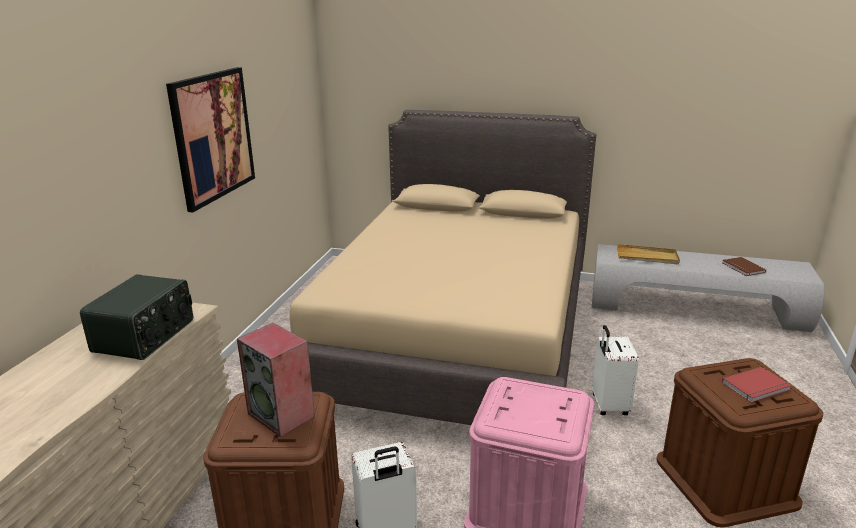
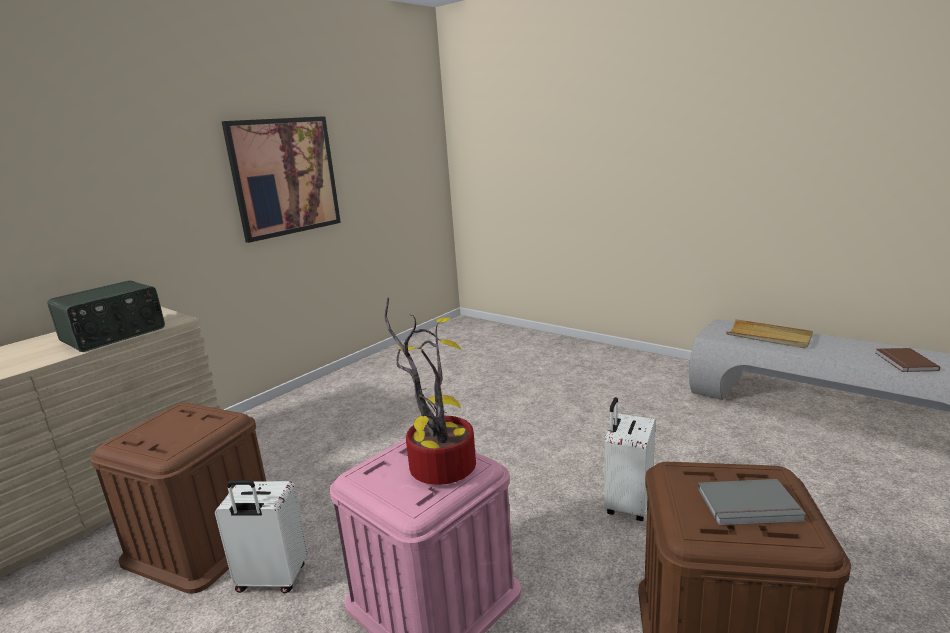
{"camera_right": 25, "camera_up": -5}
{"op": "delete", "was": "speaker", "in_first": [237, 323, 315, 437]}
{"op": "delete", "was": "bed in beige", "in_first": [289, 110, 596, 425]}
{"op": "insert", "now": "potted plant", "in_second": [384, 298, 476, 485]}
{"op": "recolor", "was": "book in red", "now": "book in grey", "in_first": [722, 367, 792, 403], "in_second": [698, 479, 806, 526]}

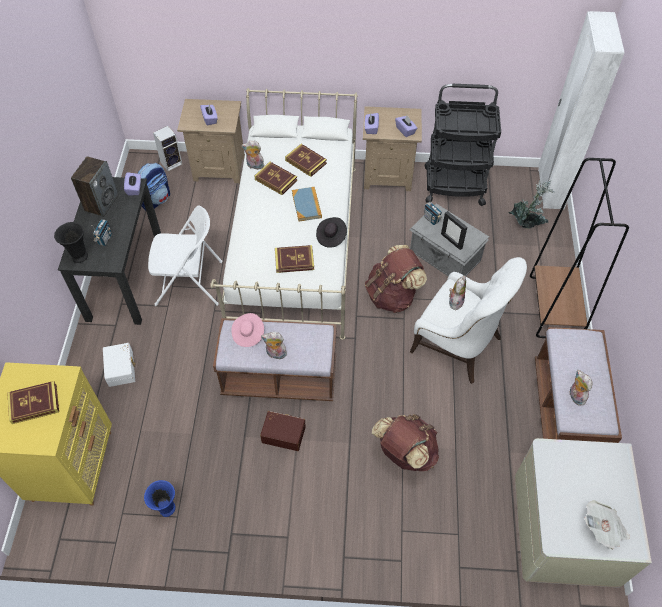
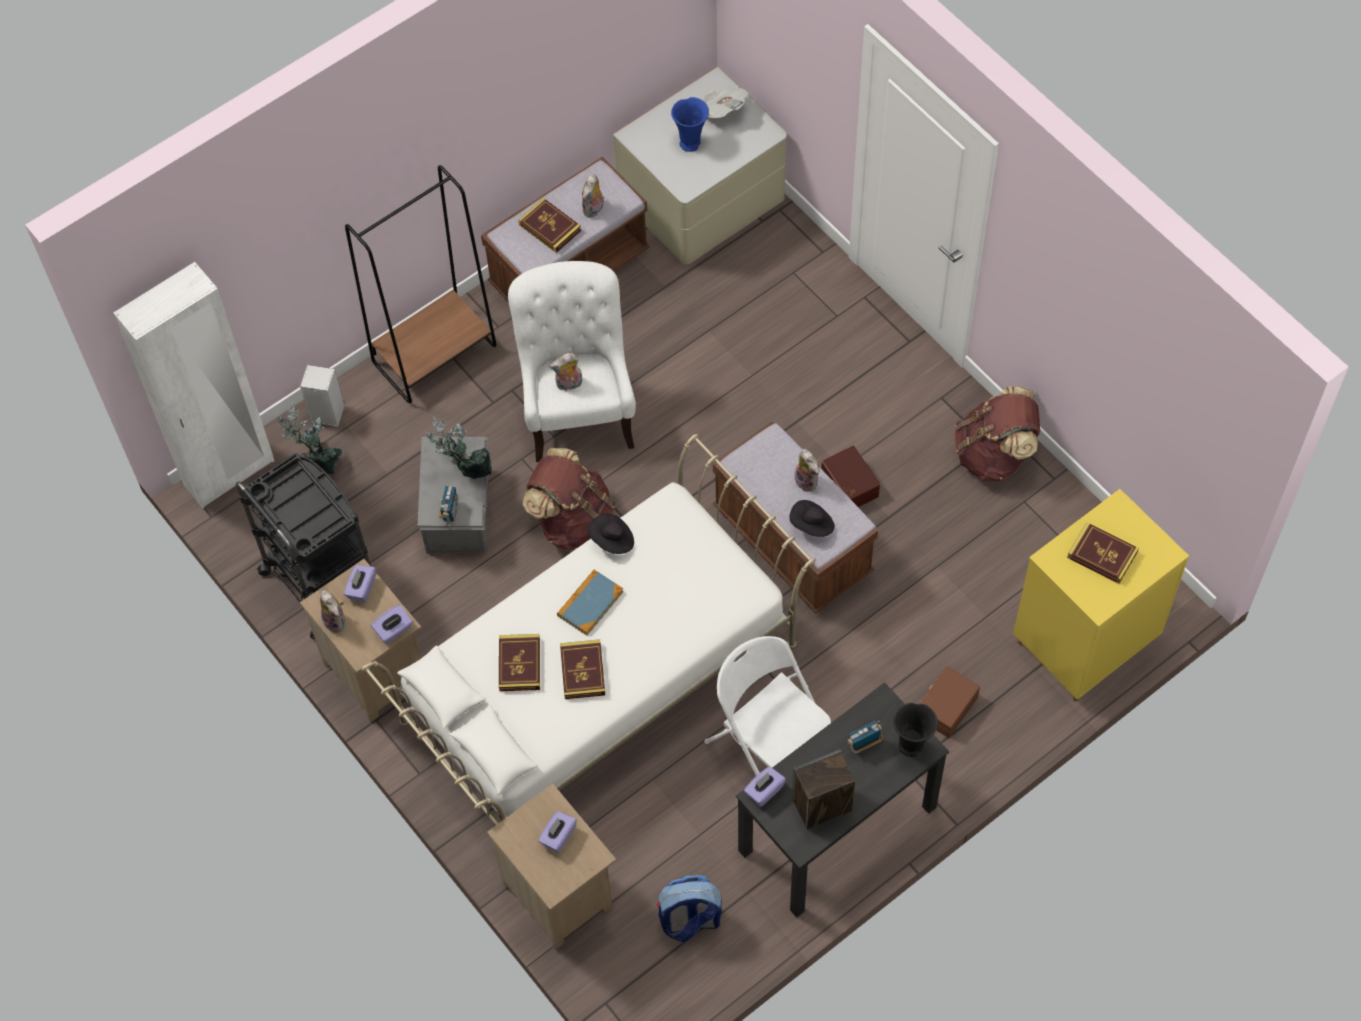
{"camera_right": -130, "camera_up": 5}
{"op": "move", "was": "vase in blue", "in_first": [144, 480, 175, 517], "in_second": [671, 97, 709, 152]}
{"op": "move", "was": "speaker", "in_first": [153, 126, 182, 171], "in_second": [300, 365, 345, 427]}
{"op": "move", "was": "plush toy", "in_first": [242, 141, 264, 169], "in_second": [320, 590, 345, 633]}
{"op": "move", "was": "book", "in_first": [275, 245, 314, 273], "in_second": [519, 198, 581, 253]}
{"op": "move", "was": "backpack in brown", "in_first": [372, 414, 439, 471], "in_second": [955, 386, 1040, 482]}
{"op": "replace", "was": "picture frame", "now": "potted plant", "in_first": [441, 211, 467, 250], "in_second": [425, 416, 492, 479]}
{"op": "recolor", "was": "storage box in white", "now": "storage box in brown", "in_first": [103, 343, 136, 387], "in_second": [920, 667, 980, 738]}
{"op": "recolor", "was": "hat in pink", "now": "hat in black", "in_first": [231, 313, 264, 347], "in_second": [789, 500, 835, 537]}

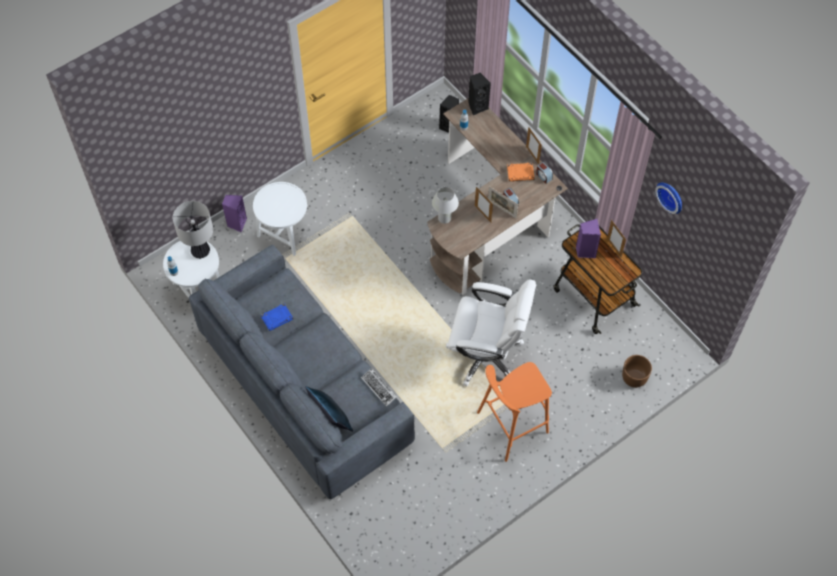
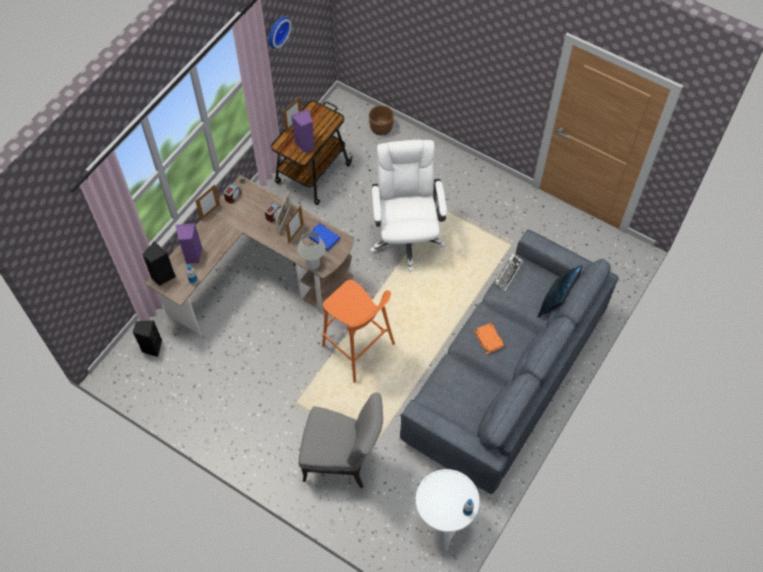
{"camera_right": -110, "camera_up": 0}
{"op": "delete", "was": "table lamp", "in_first": [173, 201, 213, 259]}
{"op": "move", "was": "speaker in purple", "in_first": [222, 195, 247, 232], "in_second": [175, 223, 202, 264]}
{"op": "move", "was": "book in blue", "in_first": [261, 303, 293, 331], "in_second": [308, 223, 340, 252]}
{"op": "move", "was": "stool in orange", "in_first": [477, 362, 552, 462], "in_second": [322, 280, 395, 383]}
{"op": "move", "was": "book in orange", "in_first": [507, 163, 535, 181], "in_second": [474, 323, 505, 354]}
{"op": "replace", "was": "side table in white", "now": "chair in grey", "in_first": [253, 182, 307, 256], "in_second": [299, 392, 383, 489]}

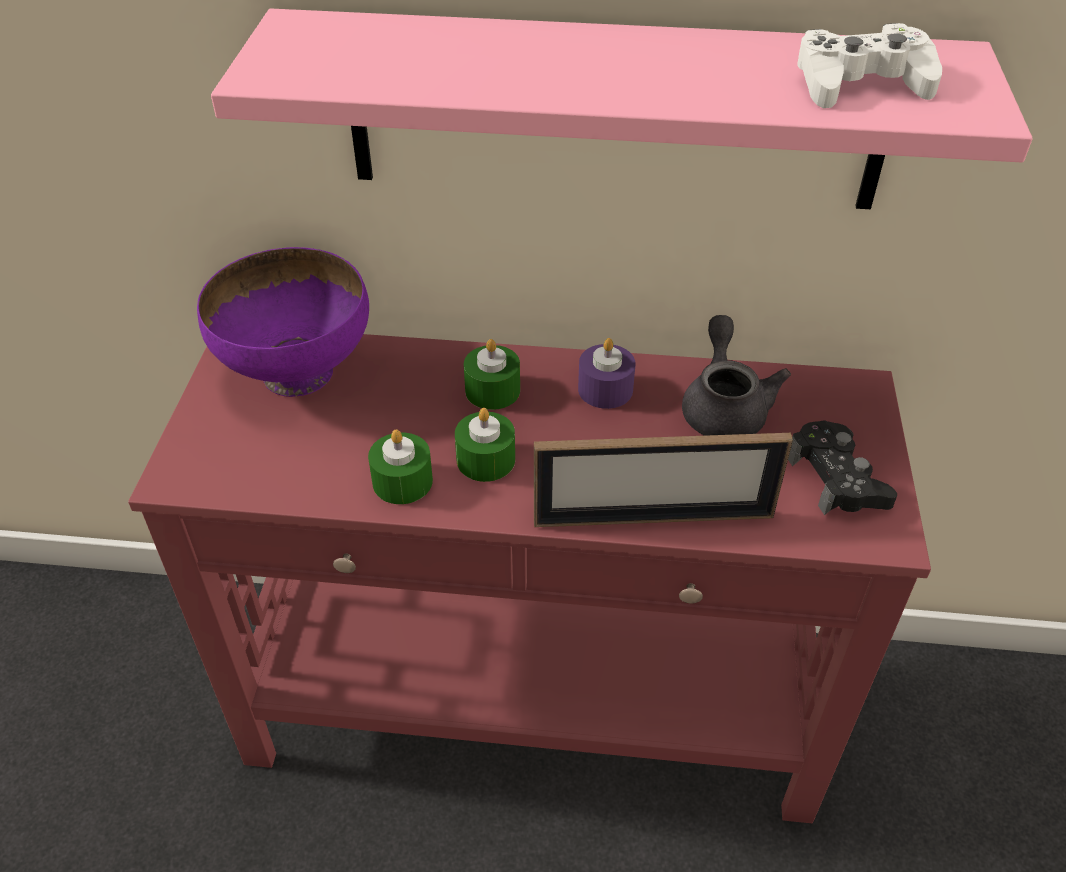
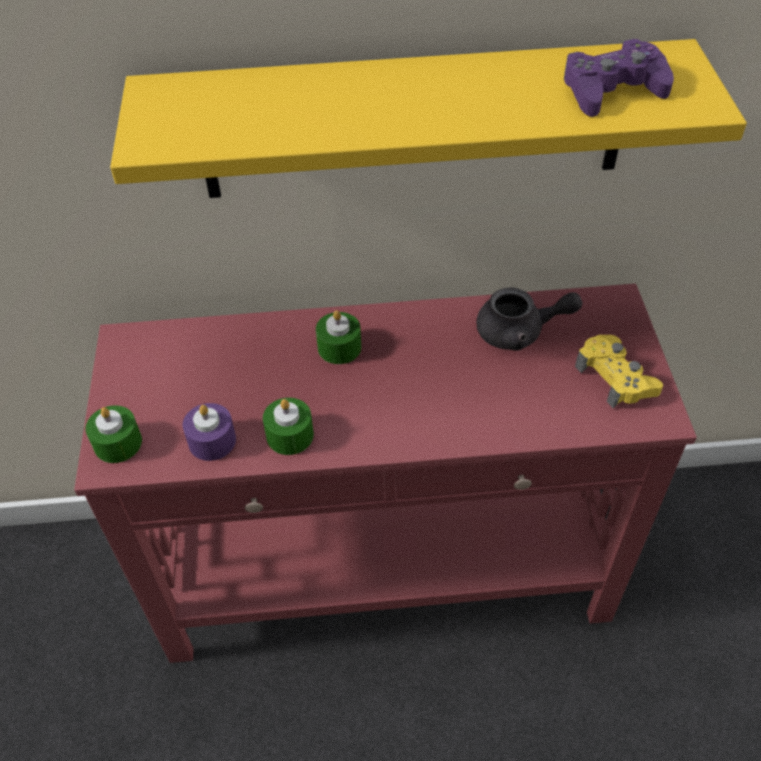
{"camera_right": -10, "camera_up": 5}
{"op": "delete", "was": "bowl in purple", "in_first": [197, 247, 369, 397]}
{"op": "delete", "was": "picture frame", "in_first": [534, 433, 793, 527]}
{"op": "move", "was": "candle in green", "in_first": [455, 408, 515, 482], "in_second": [85, 405, 142, 463]}
{"op": "move", "was": "candle in purple", "in_first": [578, 338, 636, 409], "in_second": [183, 403, 236, 461]}
{"op": "recolor", "was": "shelf in pink", "now": "shelf in yellow", "in_first": [211, 9, 1033, 209], "in_second": [110, 39, 747, 198]}
{"op": "recolor", "was": "game controller in black", "now": "game controller in yellow", "in_first": [788, 420, 897, 515], "in_second": [575, 335, 663, 408]}
{"op": "recolor", "was": "game controller in white", "now": "game controller in purple", "in_first": [798, 23, 942, 108], "in_second": [564, 39, 674, 117]}
{"op": "rotate", "was": "teapot in grey", "in_first": [682, 315, 791, 436], "in_second": [476, 287, 583, 351], "clockwise": 105}

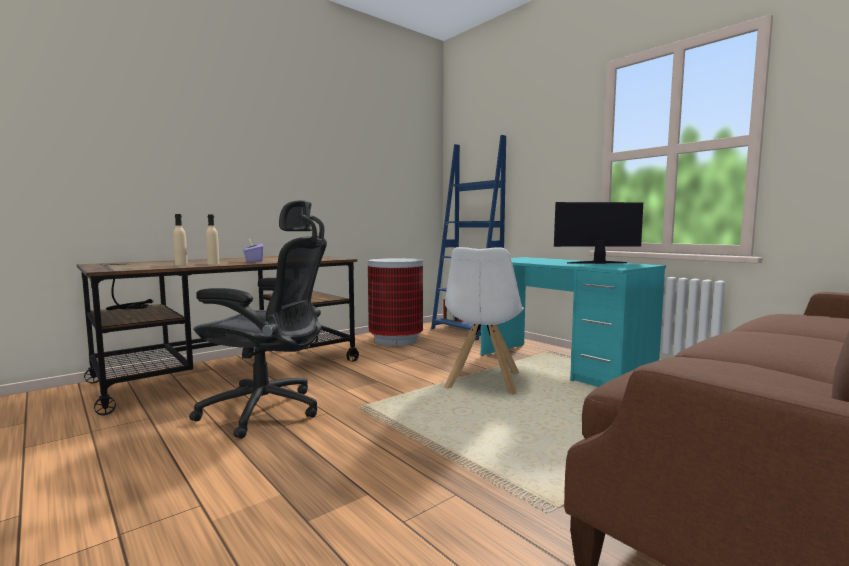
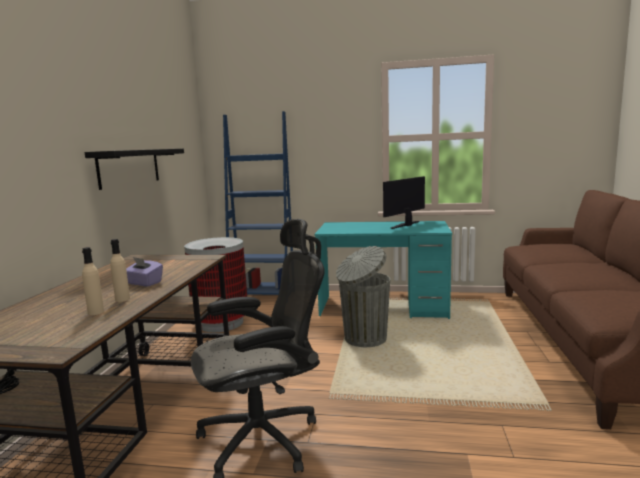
{"camera_right": -40, "camera_up": 5}
{"op": "insert", "now": "shelf in black", "in_second": [84, 149, 184, 190]}
{"op": "replace", "was": "chair in white", "now": "trash can in grey", "in_first": [444, 247, 524, 395], "in_second": [336, 246, 390, 347]}

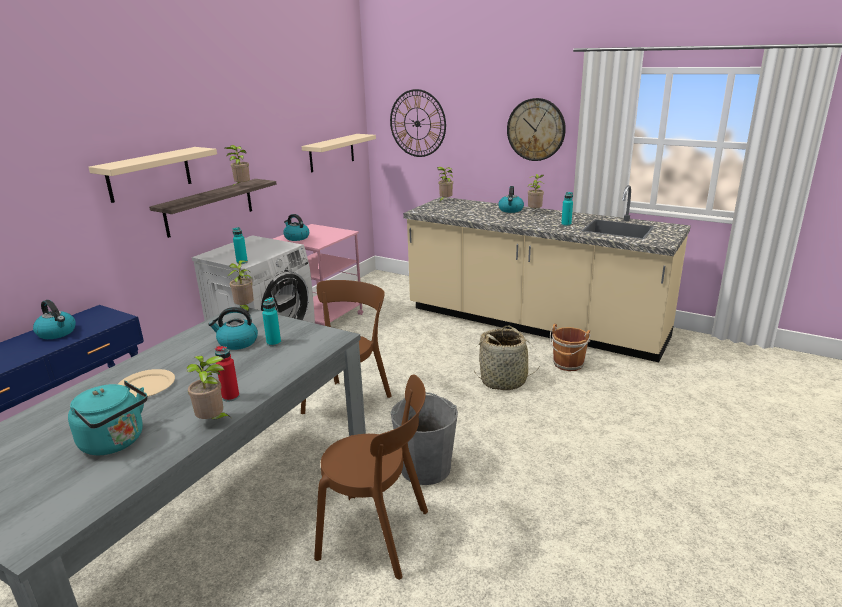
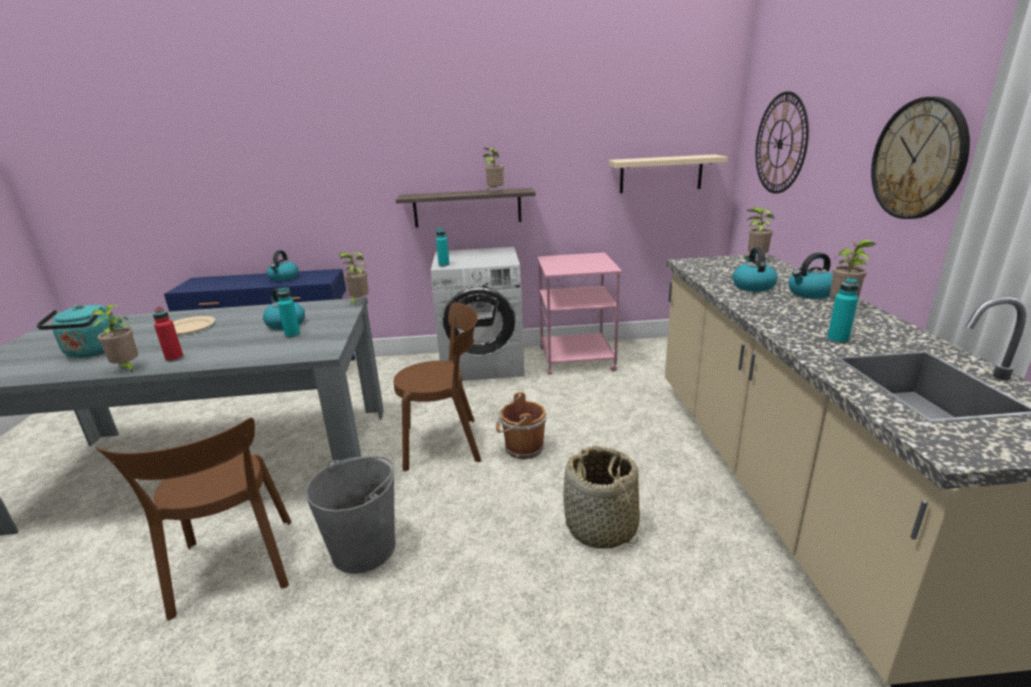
{"camera_right": 55, "camera_up": 0}
{"op": "delete", "was": "shelf in beige", "in_first": [88, 147, 217, 203]}
{"op": "move", "was": "kettle", "in_first": [283, 214, 309, 241], "in_second": [732, 248, 778, 292]}
{"op": "move", "was": "bucket in brown", "in_first": [550, 324, 591, 371], "in_second": [496, 392, 546, 459]}

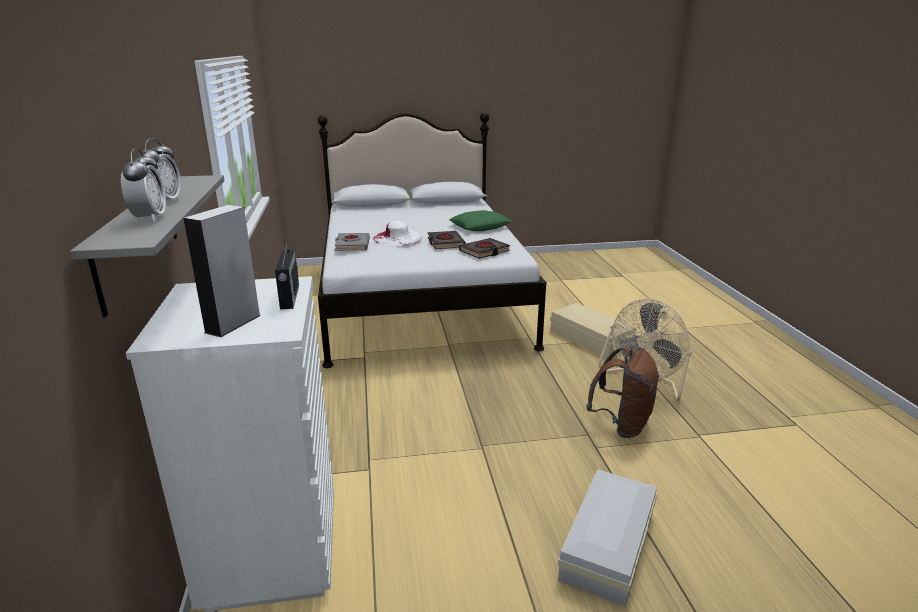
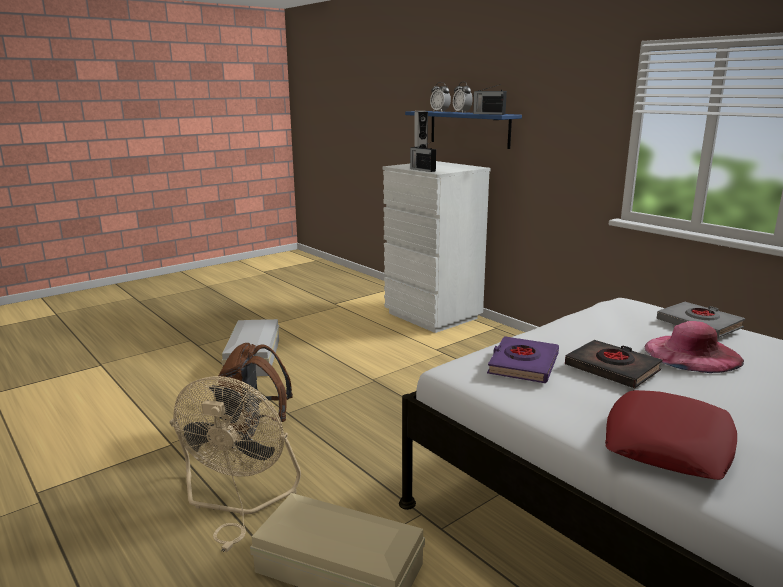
{"camera_right": 150, "camera_up": -5}
{"op": "insert", "now": "radio", "in_second": [473, 84, 507, 115]}
{"op": "recolor", "was": "shelf in grey", "now": "shelf in blue", "in_first": [70, 175, 224, 317], "in_second": [405, 111, 522, 149]}
{"op": "recolor", "was": "hat in white", "now": "hat in pink", "in_first": [373, 220, 422, 245], "in_second": [645, 321, 744, 373]}
{"op": "recolor", "was": "pillow in green", "now": "pillow in red", "in_first": [449, 210, 511, 231], "in_second": [605, 390, 737, 480]}
{"op": "recolor", "was": "book in black", "now": "book in purple", "in_first": [459, 238, 510, 259], "in_second": [487, 336, 559, 383]}

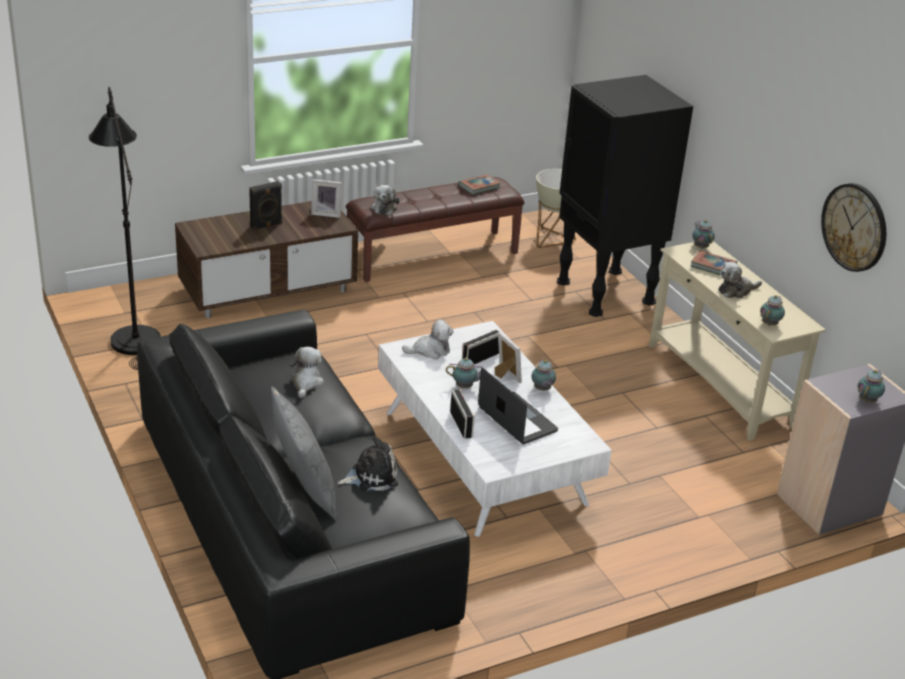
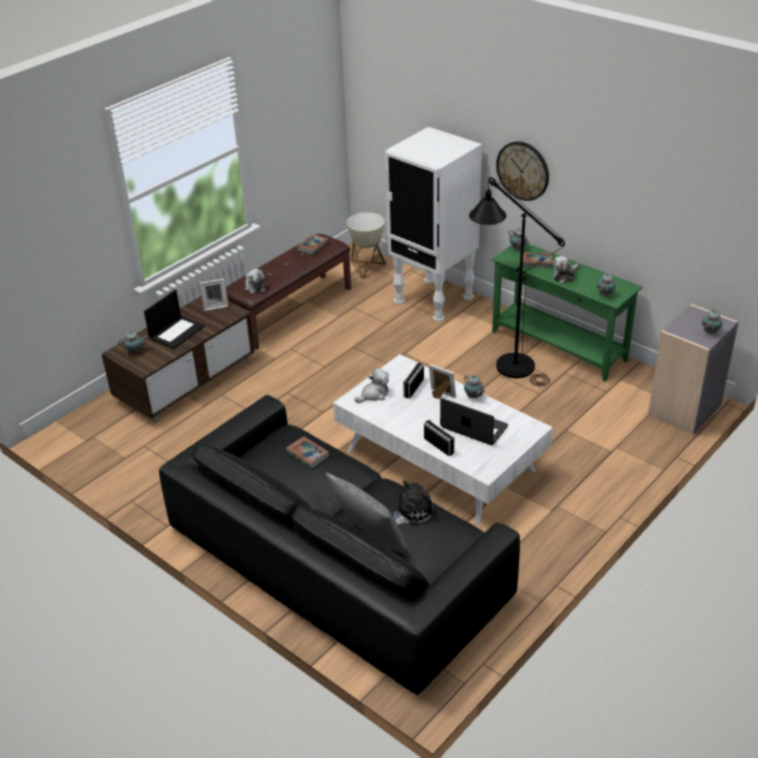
{"camera_right": -20, "camera_up": 5}
{"op": "move", "was": "floor lamp in black", "in_first": [89, 87, 161, 370], "in_second": [469, 177, 565, 386]}
{"op": "move", "was": "teapot", "in_first": [446, 357, 487, 388], "in_second": [118, 331, 148, 353]}
{"op": "move", "was": "wall clock", "in_first": [821, 183, 886, 272], "in_second": [496, 141, 549, 201]}
{"op": "replace", "was": "speaker in black", "now": "laptop", "in_first": [249, 181, 282, 230], "in_second": [144, 290, 205, 349]}
{"op": "replace", "was": "plush toy", "now": "book", "in_first": [290, 347, 324, 398], "in_second": [286, 436, 330, 469]}
{"op": "recolor", "was": "cabinet in black", "now": "cabinet in white", "in_first": [557, 75, 693, 317], "in_second": [385, 127, 482, 322]}
{"op": "recolor", "was": "console table in beige", "now": "console table in green", "in_first": [649, 241, 826, 441], "in_second": [491, 243, 642, 382]}

